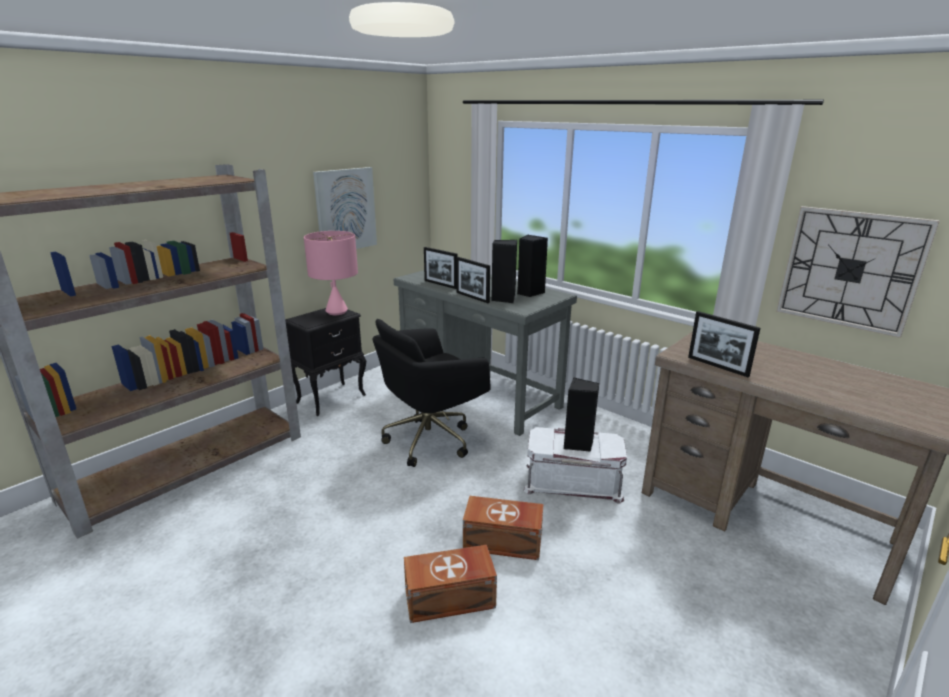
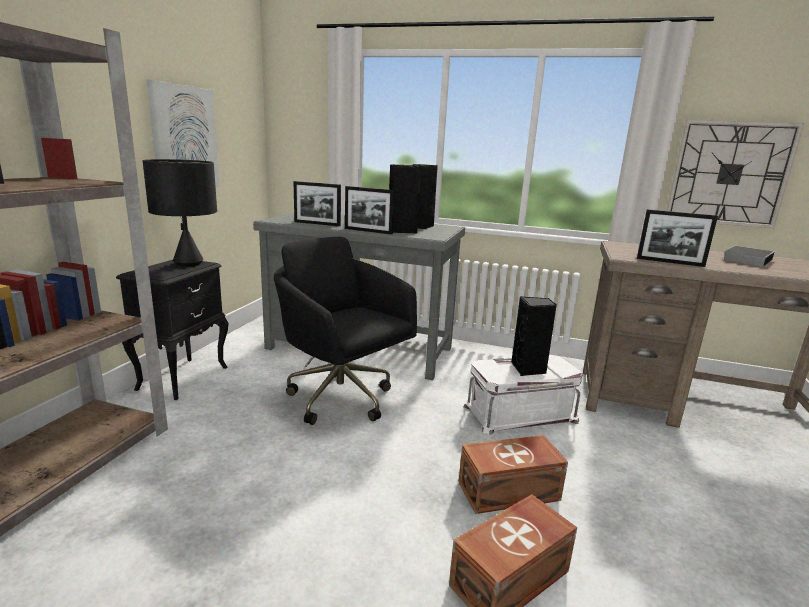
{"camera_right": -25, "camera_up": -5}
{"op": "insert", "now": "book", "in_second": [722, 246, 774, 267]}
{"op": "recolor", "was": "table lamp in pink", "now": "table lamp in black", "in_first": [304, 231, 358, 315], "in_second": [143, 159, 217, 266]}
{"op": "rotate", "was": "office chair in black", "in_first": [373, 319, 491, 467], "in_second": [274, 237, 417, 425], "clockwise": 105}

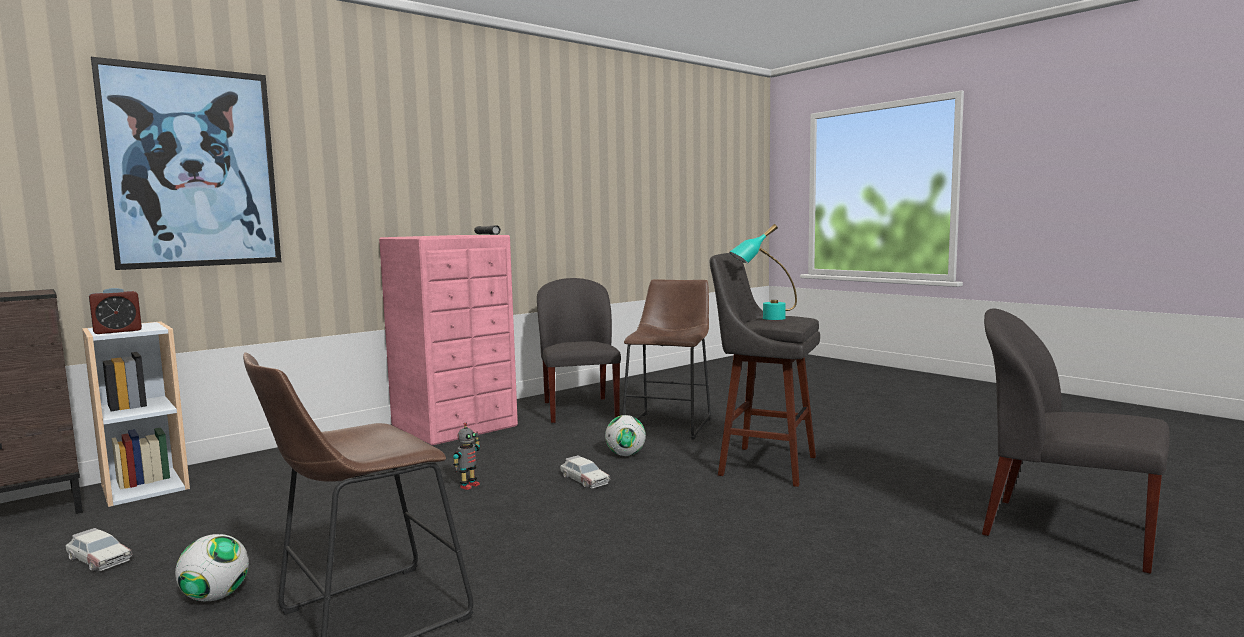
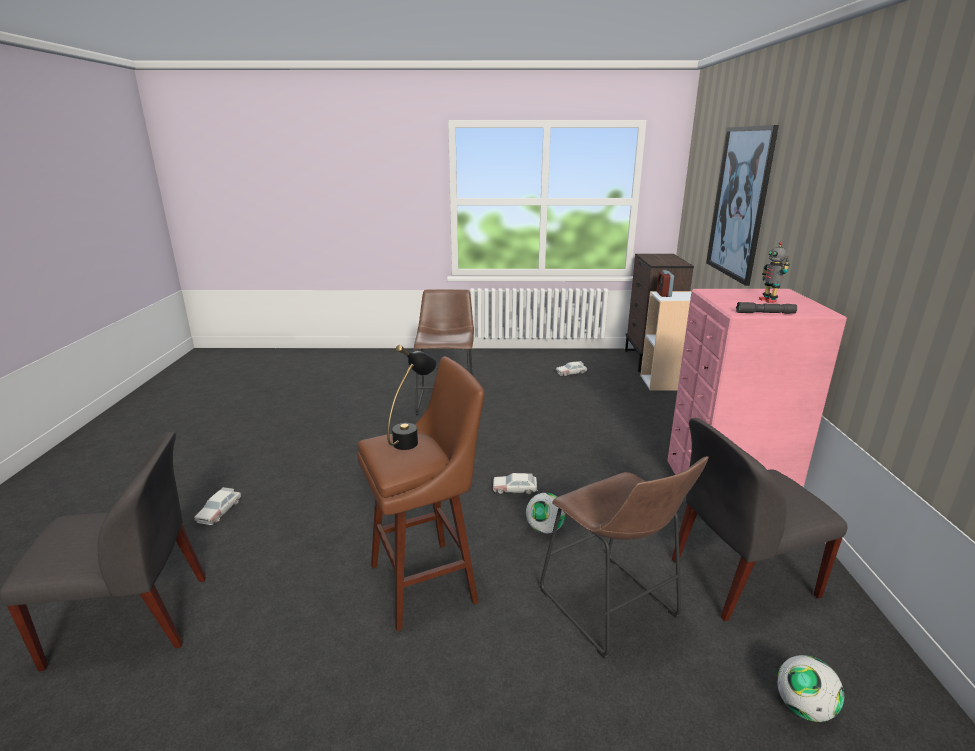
{"camera_right": 130, "camera_up": 15}
{"op": "insert", "now": "toy car", "in_second": [194, 487, 241, 525]}
{"op": "move", "was": "football", "in_first": [175, 534, 249, 601], "in_second": [777, 655, 844, 722]}
{"op": "move", "was": "toy robot", "in_first": [453, 422, 480, 490], "in_second": [759, 242, 790, 303]}
{"op": "recolor", "was": "stool in grey", "now": "stool in brown", "in_first": [710, 253, 820, 487], "in_second": [358, 357, 485, 631]}
{"op": "recolor", "was": "table lamp in turquoise", "now": "table lamp in black", "in_first": [729, 224, 797, 320], "in_second": [387, 345, 437, 450]}
{"op": "rotate", "was": "chair in grey", "in_first": [537, 278, 621, 423], "in_second": [672, 418, 847, 621], "clockwise": 135}

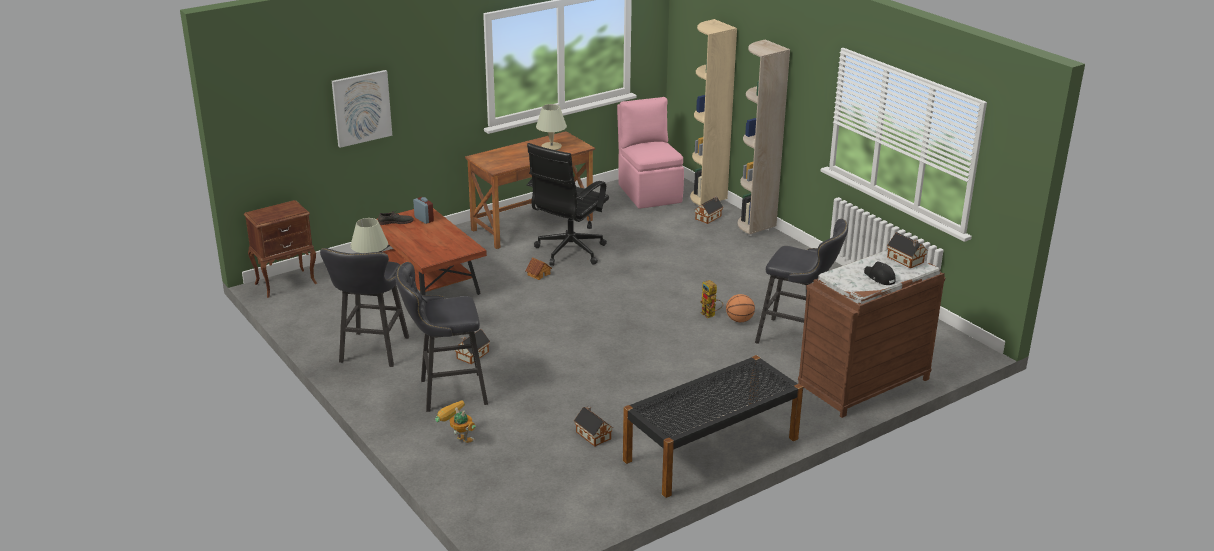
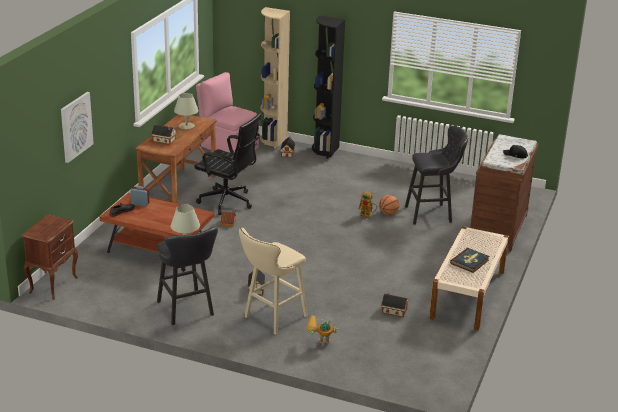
{"camera_right": -35, "camera_up": 0}
{"op": "insert", "now": "book", "in_second": [450, 248, 490, 273]}
{"op": "move", "was": "toy house", "in_first": [887, 232, 928, 268], "in_second": [151, 124, 177, 144]}
{"op": "recolor", "was": "stool in black", "now": "stool in beige", "in_first": [395, 262, 488, 412], "in_second": [239, 228, 308, 335]}
{"op": "recolor", "was": "bench in black", "now": "bench in beige", "in_first": [623, 355, 803, 498], "in_second": [429, 226, 509, 331]}
{"op": "recolor", "was": "bookcase in beige", "now": "bookcase in black", "in_first": [738, 39, 790, 236], "in_second": [312, 16, 345, 159]}
{"op": "rotate", "was": "office chair in black", "in_first": [527, 143, 609, 266], "in_second": [194, 113, 261, 215], "clockwise": -60}

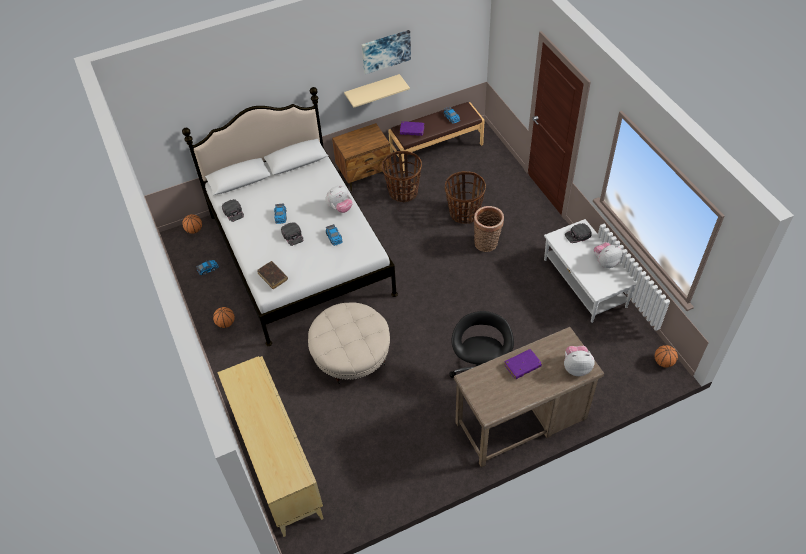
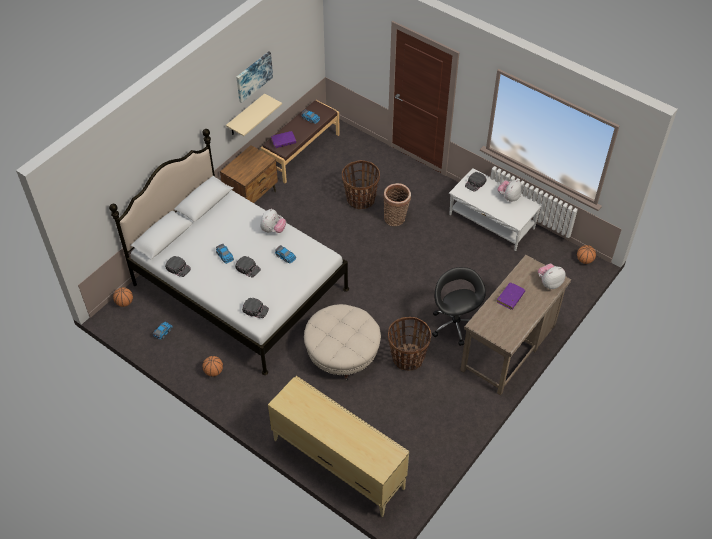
{"camera_right": -30, "camera_up": 0}
{"op": "move", "was": "basket", "in_first": [382, 151, 422, 202], "in_second": [388, 317, 431, 371]}
{"op": "replace", "was": "book in brown", "now": "cap in black", "in_first": [257, 261, 288, 289], "in_second": [242, 298, 269, 318]}

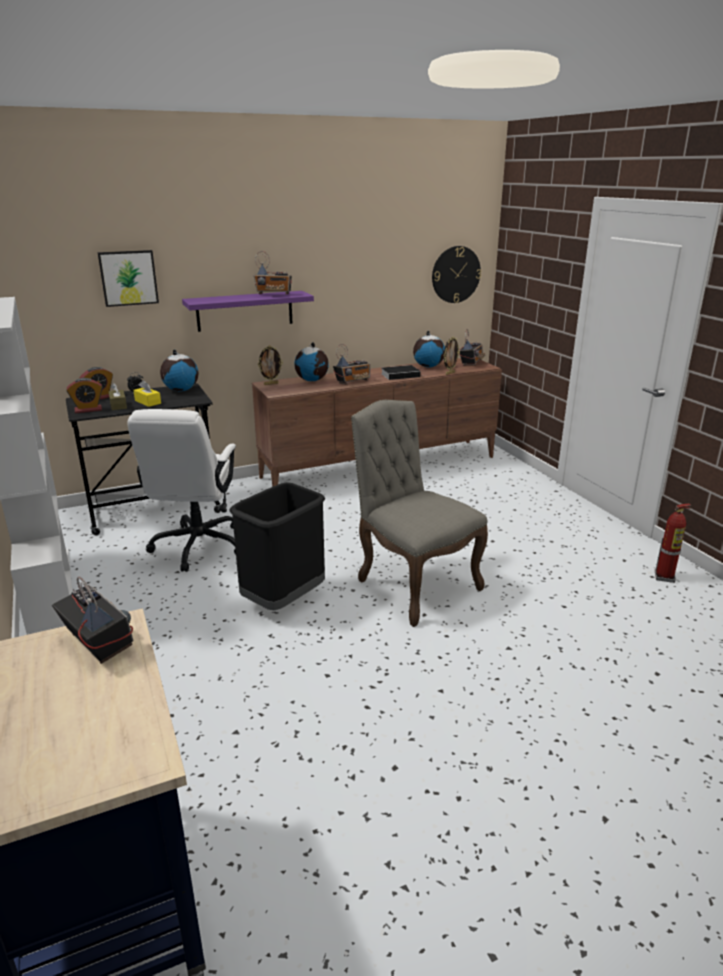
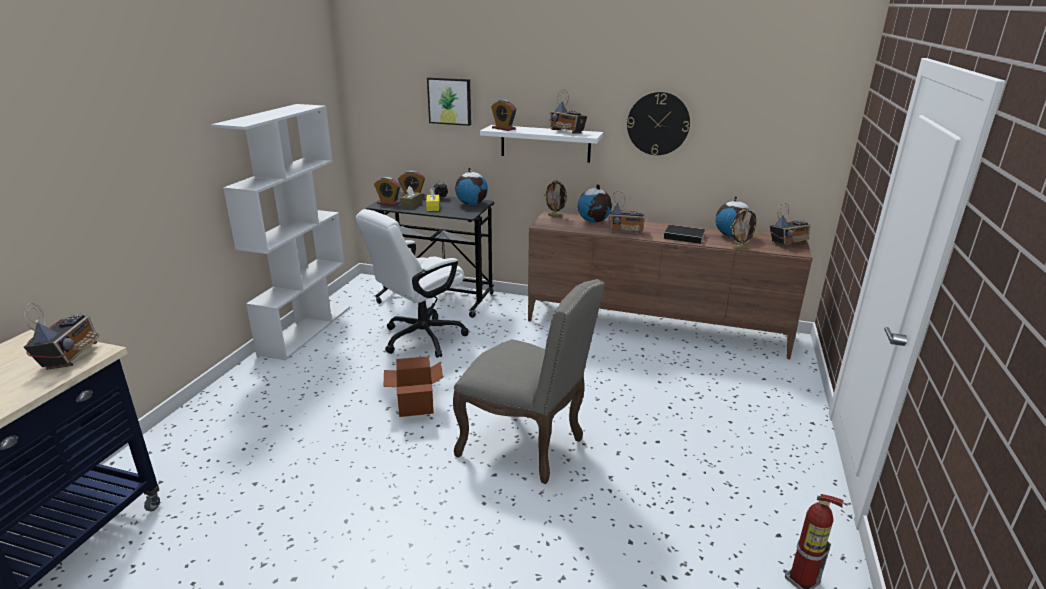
{"camera_right": 40, "camera_up": 0}
{"op": "insert", "now": "alarm clock", "in_second": [491, 100, 517, 131]}
{"op": "move", "was": "wall clock", "in_first": [432, 246, 481, 303], "in_second": [627, 92, 690, 155]}
{"op": "replace", "was": "trash can in black", "now": "cardboard box", "in_first": [229, 482, 325, 610], "in_second": [384, 356, 443, 417]}
{"op": "recolor", "was": "shelf in purple", "now": "shelf in white", "in_first": [182, 291, 314, 332], "in_second": [480, 125, 603, 163]}
{"op": "rotate", "was": "chair in grey", "in_first": [351, 399, 488, 627], "in_second": [453, 279, 605, 484], "clockwise": 120}

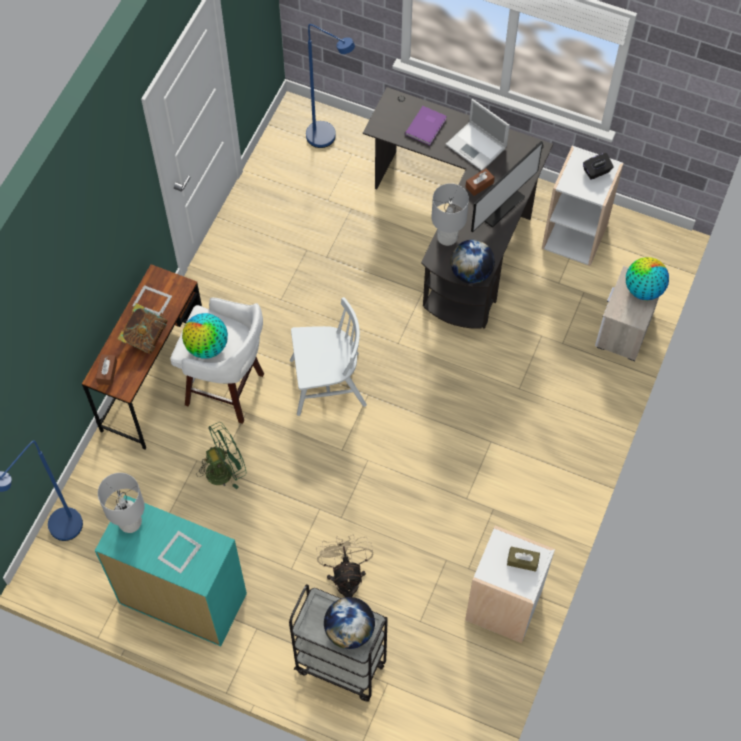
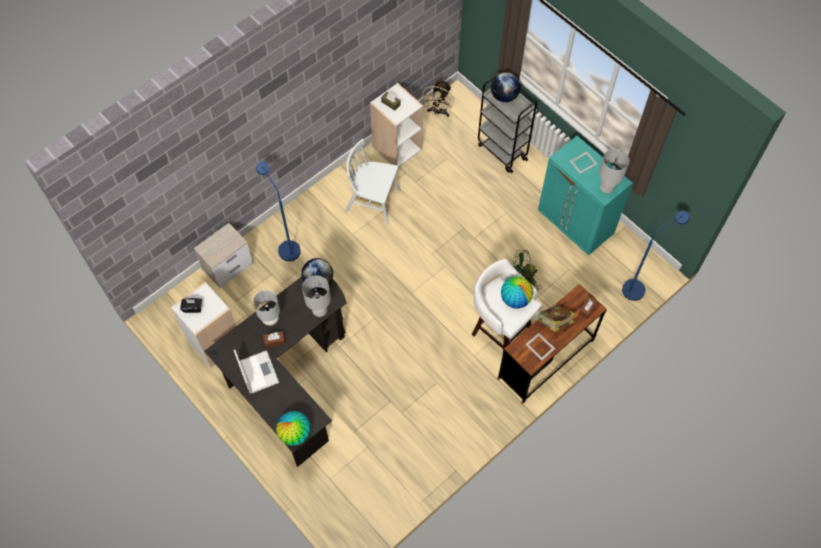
{"camera_right": -155, "camera_up": 0}
{"op": "delete", "was": "book in purple", "in_first": [405, 106, 447, 145]}
{"op": "move", "was": "chair in white", "in_first": [290, 297, 367, 416], "in_second": [345, 139, 401, 225]}
{"op": "move", "was": "floor lamp in blue", "in_first": [306, 24, 355, 148], "in_second": [256, 161, 301, 261]}
{"op": "move", "was": "fan in beige", "in_first": [316, 534, 374, 597], "in_second": [421, 80, 455, 117]}
{"op": "move", "was": "globe", "in_first": [626, 257, 669, 300], "in_second": [276, 411, 311, 446]}
{"op": "replace", "was": "monitor", "now": "table lamp in grey", "in_first": [471, 141, 543, 233], "in_second": [253, 290, 280, 326]}

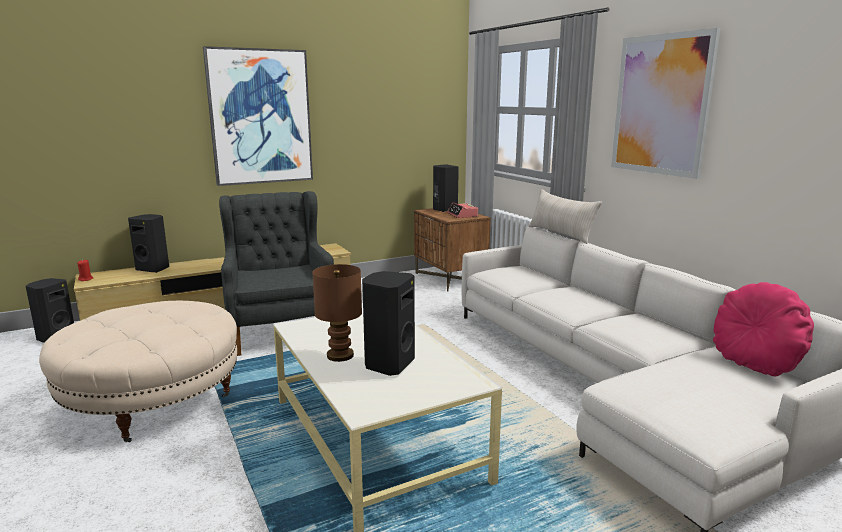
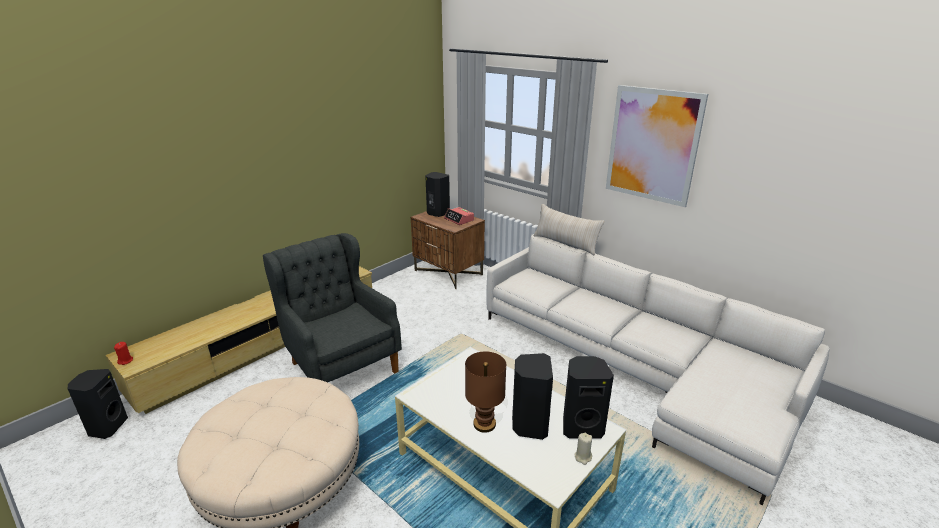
{"camera_right": -20, "camera_up": 10}
{"op": "delete", "was": "picture", "in_first": [203, 46, 313, 186]}
{"op": "delete", "was": "pillow in pink", "in_first": [713, 282, 814, 376]}
{"op": "insert", "now": "candle in beige", "in_second": [574, 433, 592, 465]}
{"op": "move", "was": "speaker in black", "in_first": [128, 214, 169, 273], "in_second": [563, 356, 614, 439]}

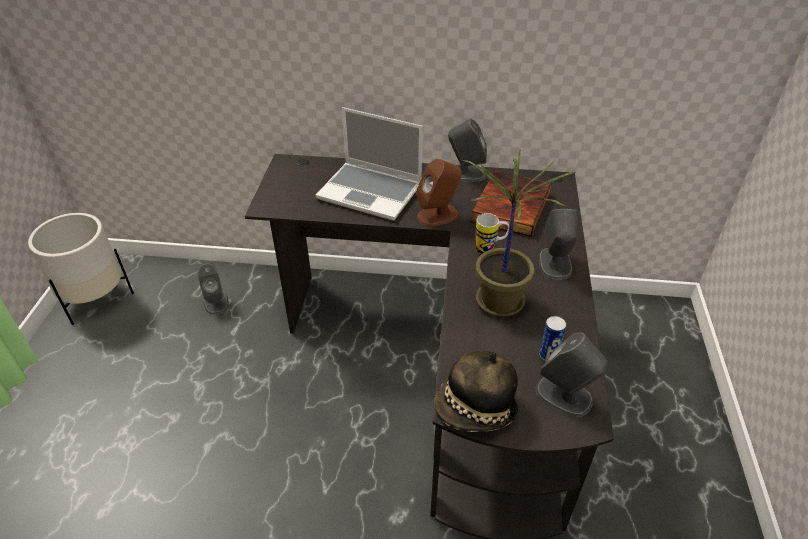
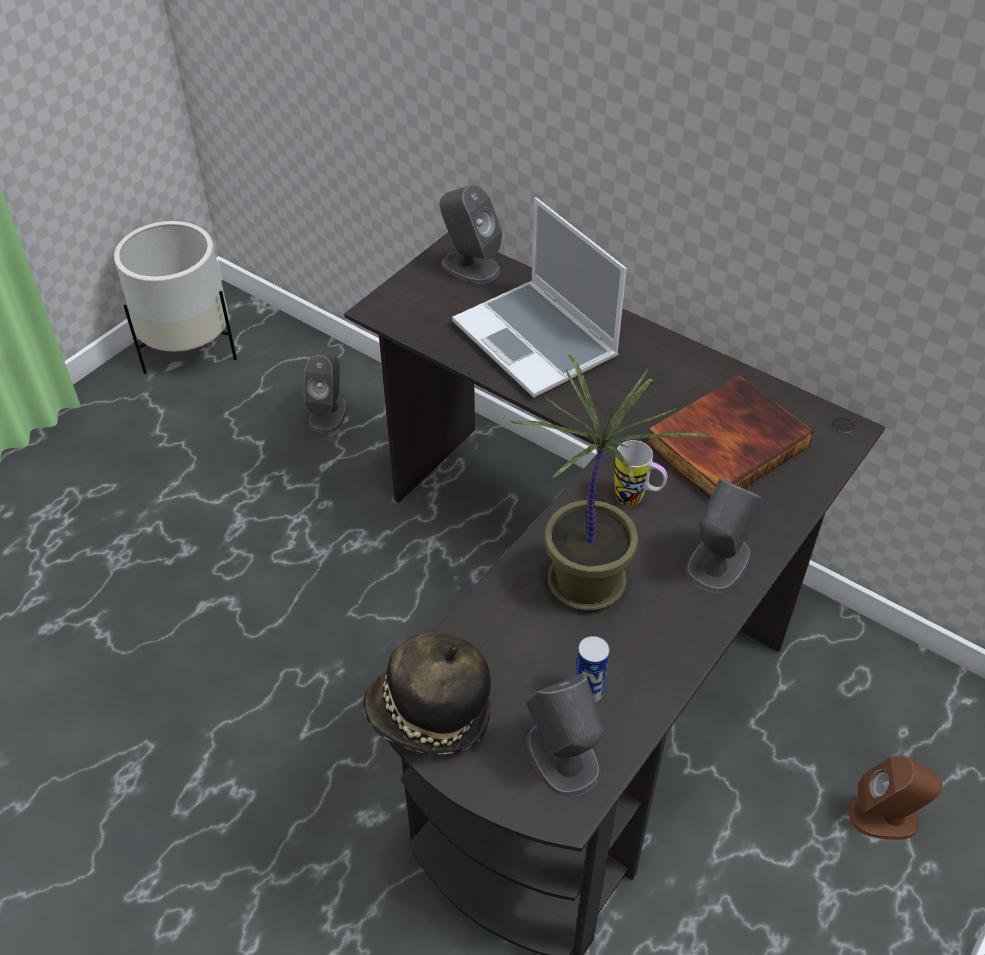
{"camera_right": 30, "camera_up": 5}
{"op": "move", "was": "speaker in brown", "in_first": [417, 159, 462, 226], "in_second": [849, 755, 942, 840]}
{"op": "move", "was": "speaker in grey", "in_first": [448, 119, 487, 182], "in_second": [439, 185, 502, 284]}

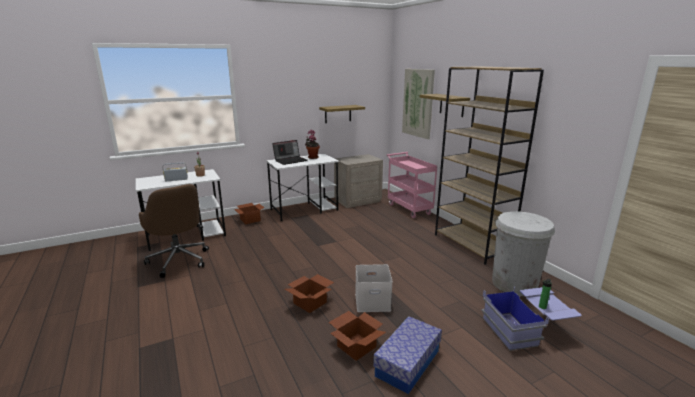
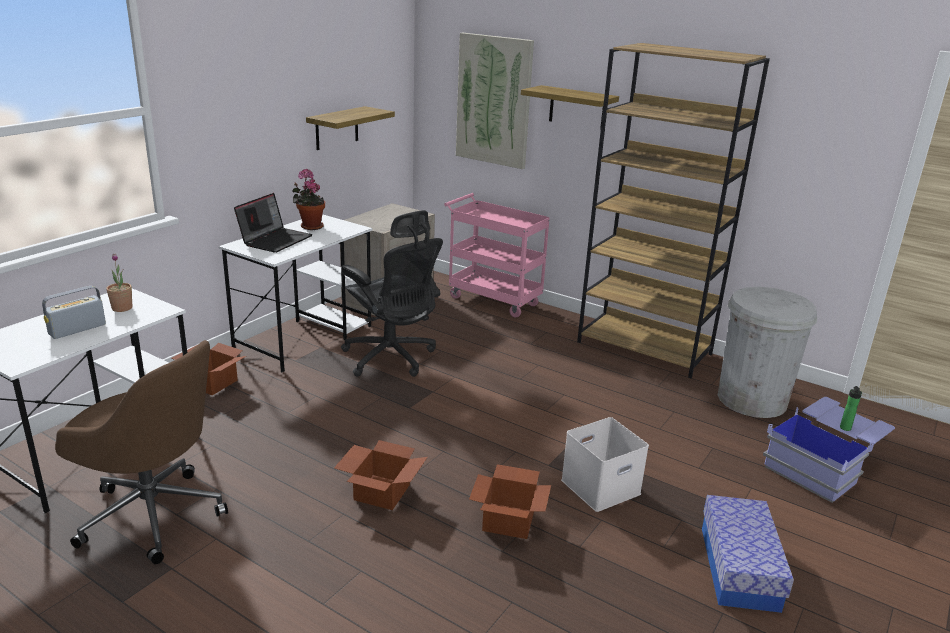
{"camera_right": -30, "camera_up": 5}
{"op": "insert", "now": "office chair", "in_second": [341, 210, 443, 377]}
{"op": "move", "was": "cardboard box", "in_first": [329, 311, 386, 361], "in_second": [334, 440, 428, 510]}

